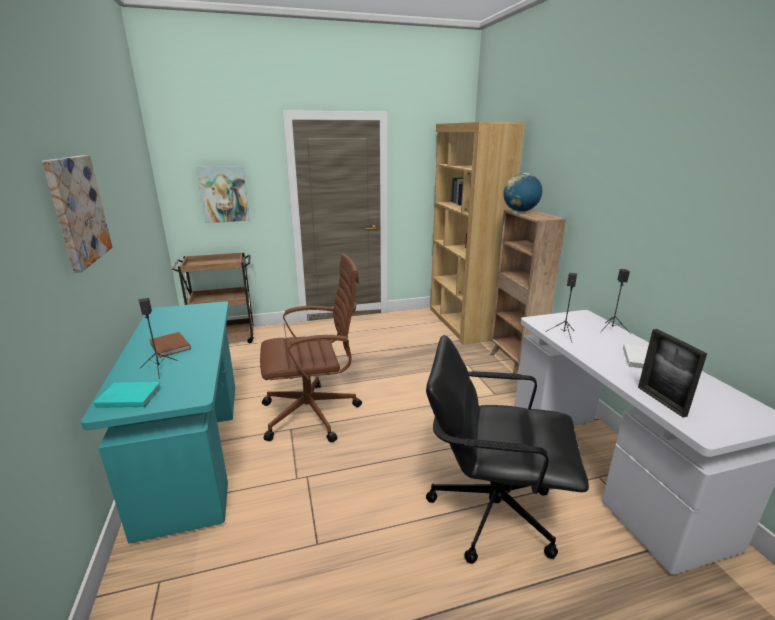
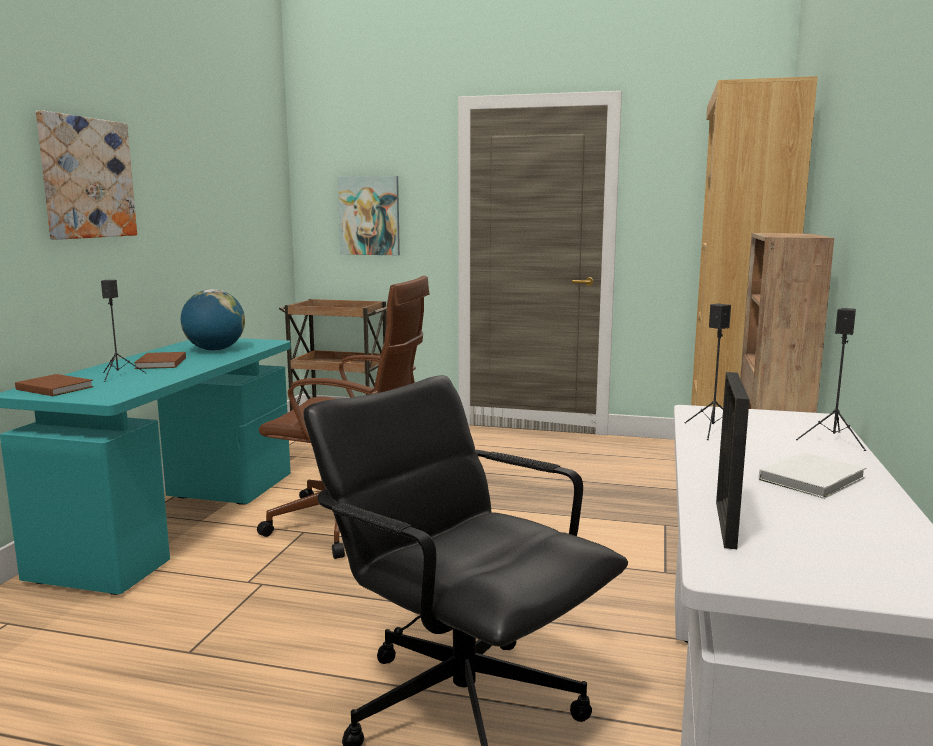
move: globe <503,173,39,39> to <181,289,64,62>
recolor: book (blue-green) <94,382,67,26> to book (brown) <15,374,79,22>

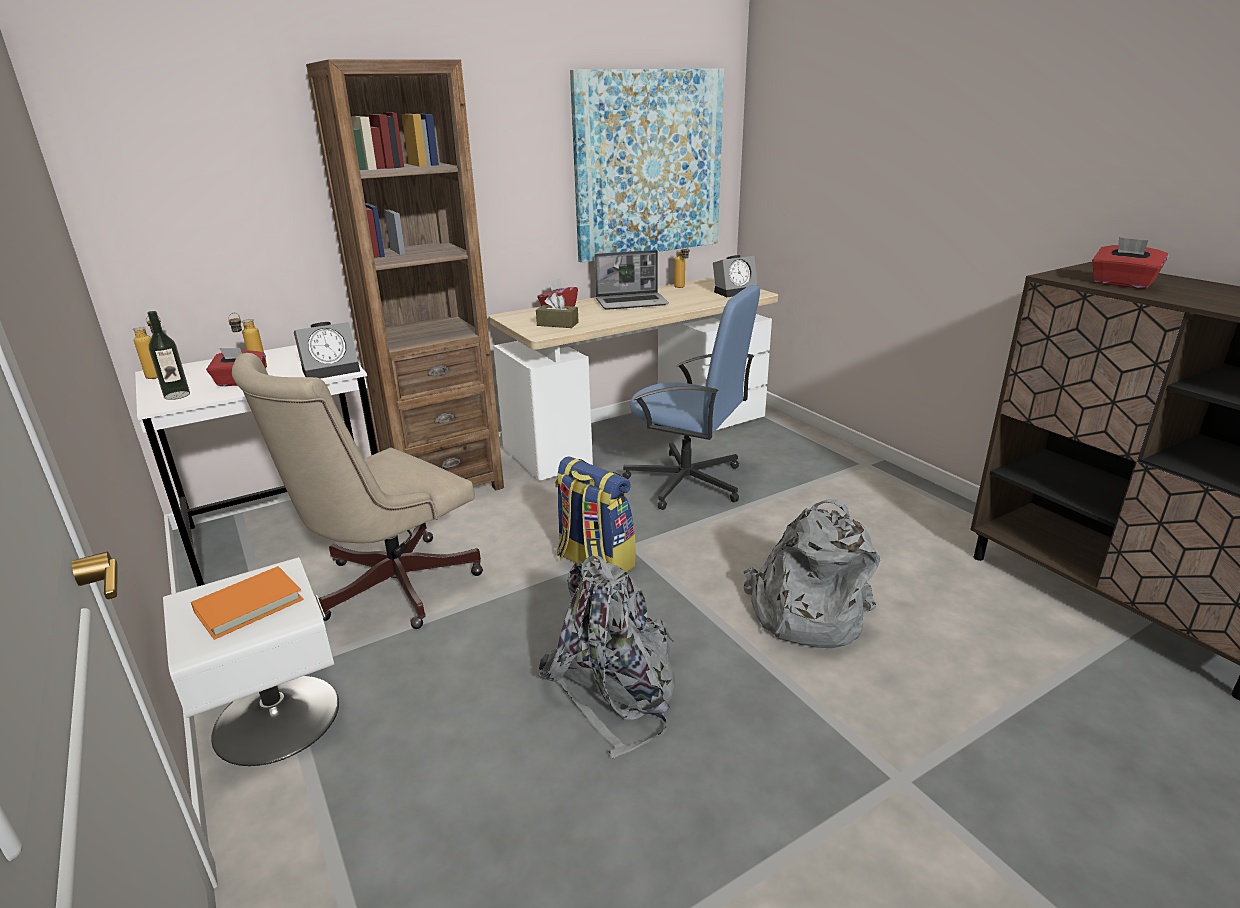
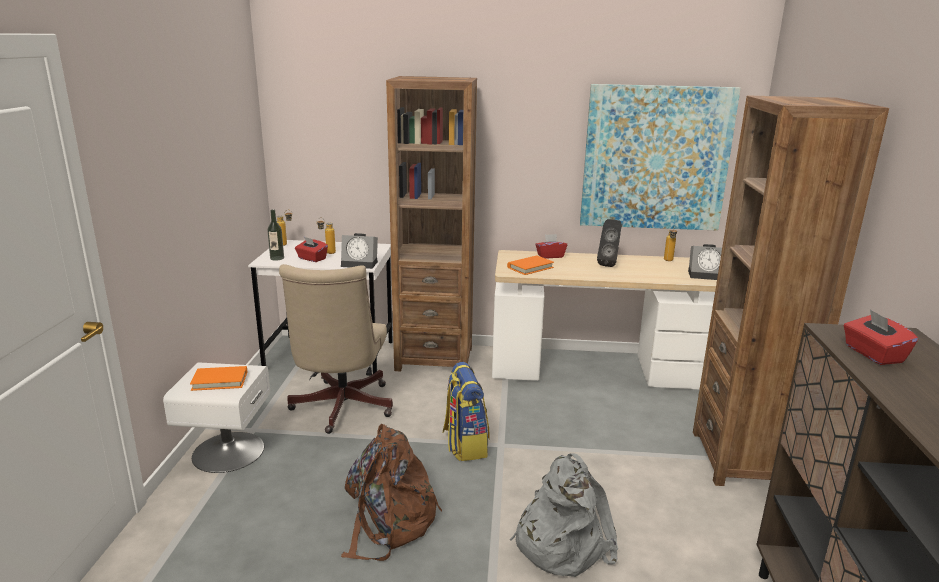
delete: computer chair (blue) <622,285,138,225>
insert: bookshelf (brown) <693,95,196,391>
replace: portable computer <594,250,75,60> to speaker (black) <597,219,25,48>; tissue holder (brown) <536,293,43,35> to book (orange) <507,256,47,19>
recolor: rucksack (grey) <538,556,137,203> to rucksack (brown) <341,424,101,137>
rotate: computer chair (beige) <232,353,251,276> = <279,264,114,170> 75 degrees counterclockwise

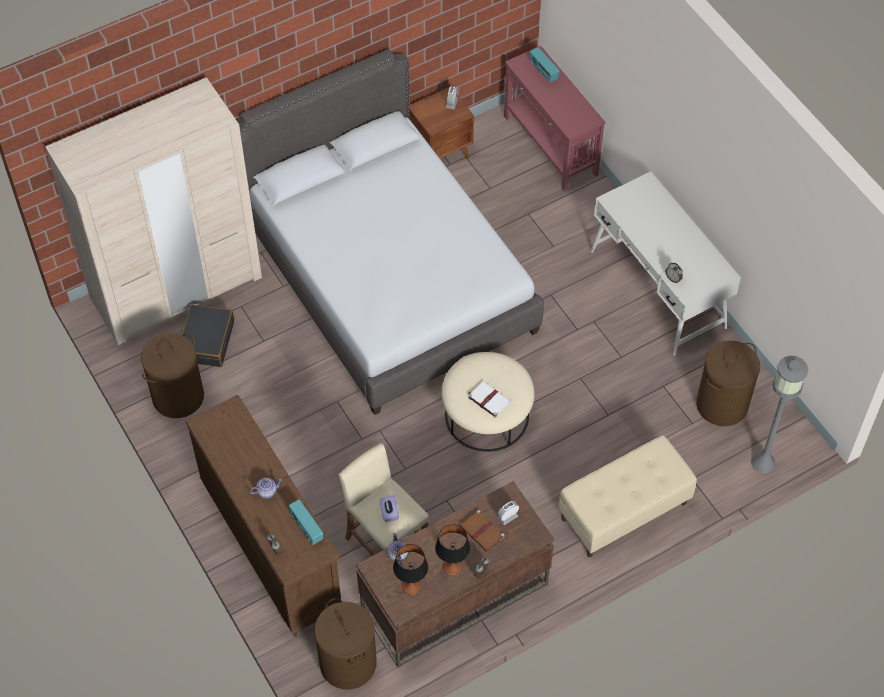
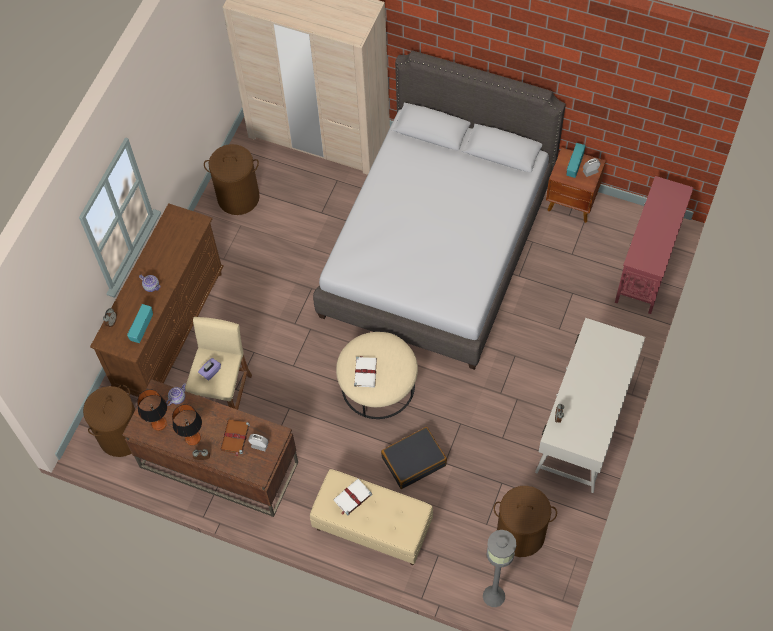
insert: book (whitish) <333,479,39,37>
move: radio <530,47,30,35> to <566,143,19,35>; travel case (black) <181,305,53,62> to <381,427,66,62>

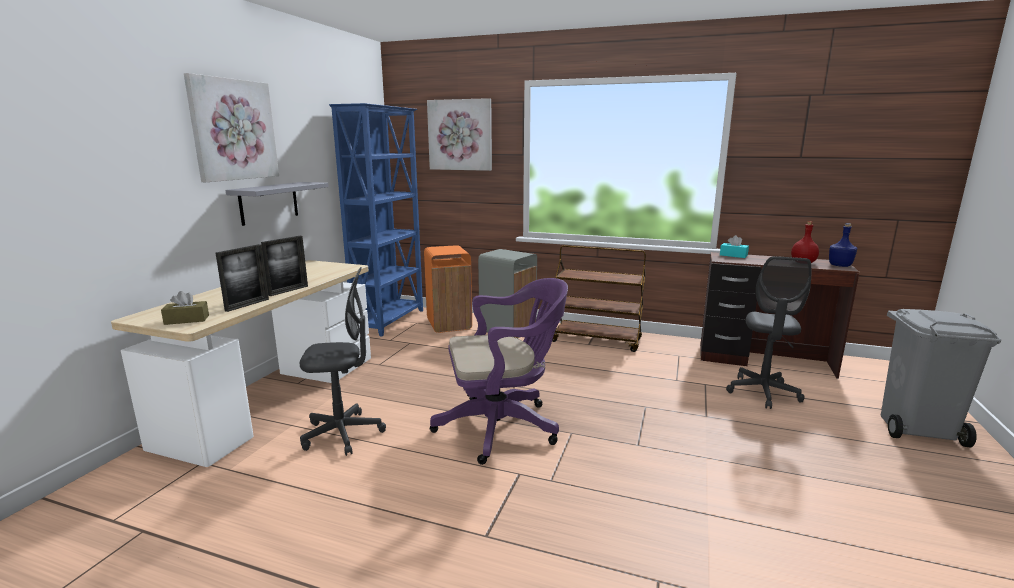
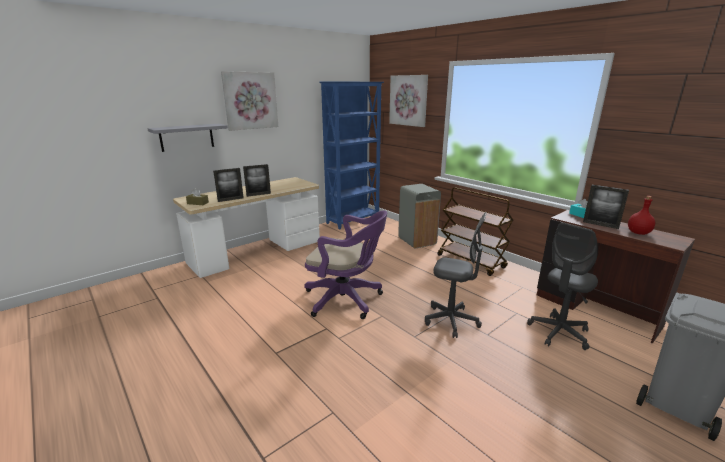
delete: bottle (blue) <829,223,28,44>; trash can (orange) <424,245,48,88>
insert: photo frame <583,185,46,44>
move: bracket shelf (grey) <226,182,103,44> to <147,124,81,28>; computer chair (grey) <300,267,86,189> to <425,212,62,126>

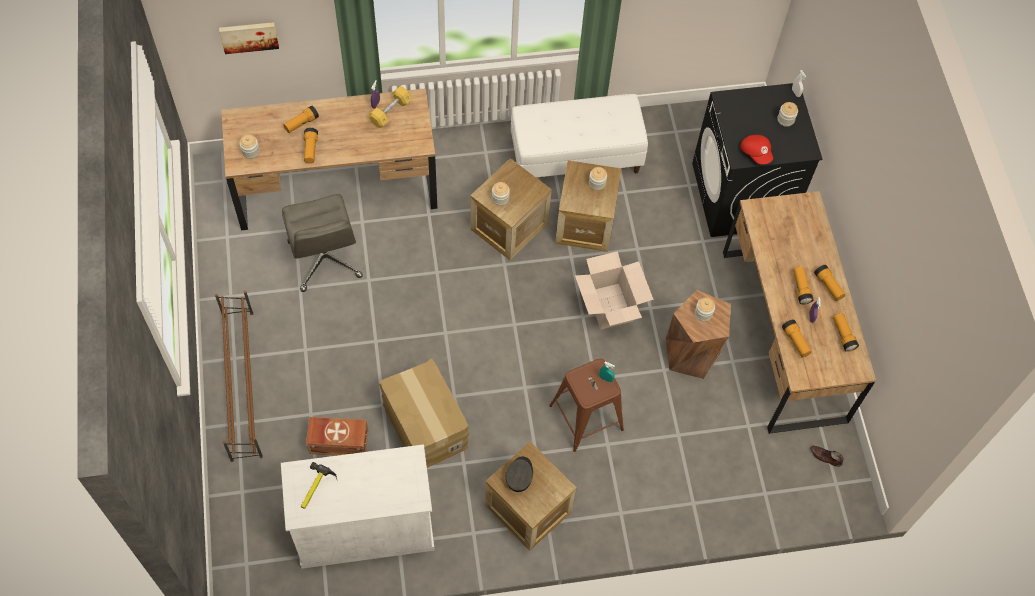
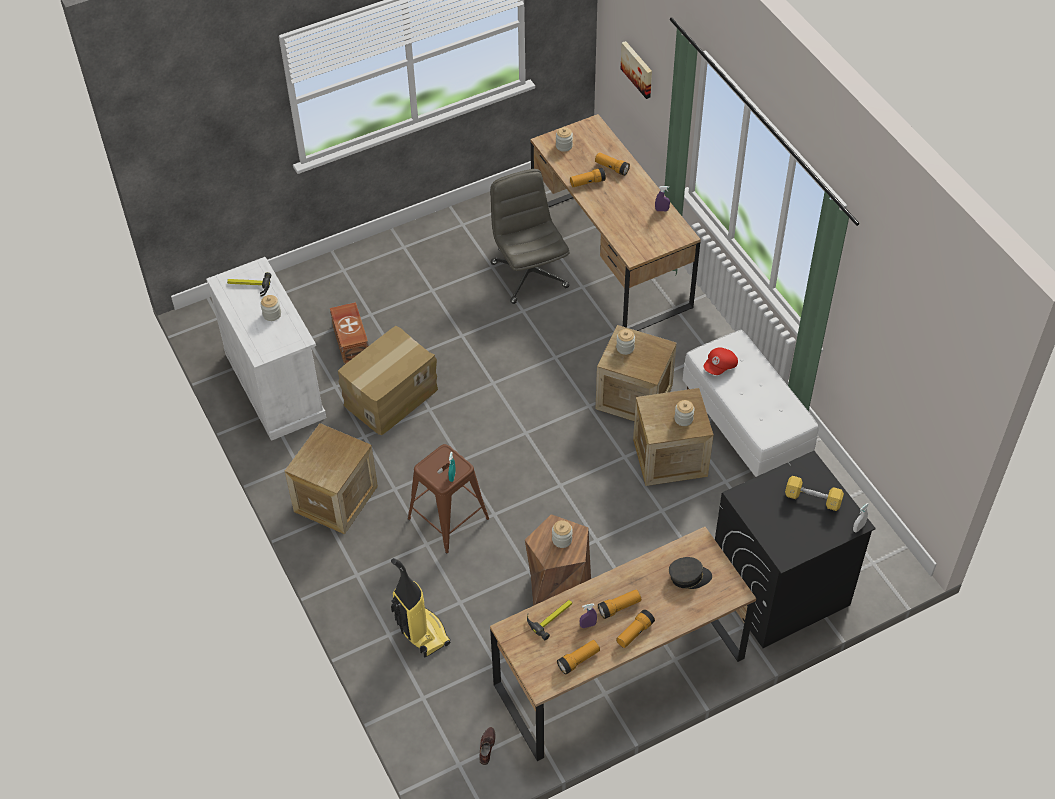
delete: cardboard box <575,251,79,78>; shoe stand (brown) <215,291,48,171>
insert: vacuum cleaner <391,558,59,100>
move: dumbbell (yellowish) <369,86,43,42> to <785,476,59,35>; preserve jar <777,102,21,25> to <260,295,21,26>; peaked cap (red-coloured) <740,135,33,29> to <703,348,35,27>; peaked cap (grey) <506,456,27,36> to <669,557,43,32>
replace: flashlight <782,319,29,39> to hand hammer <527,600,45,40>
rotate: computer chair (grey) <282,194,81,98> = <490,169,80,135> 105 degrees clockwise

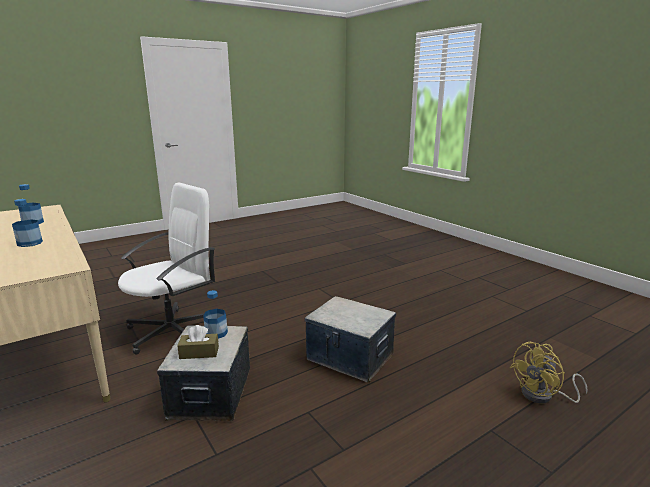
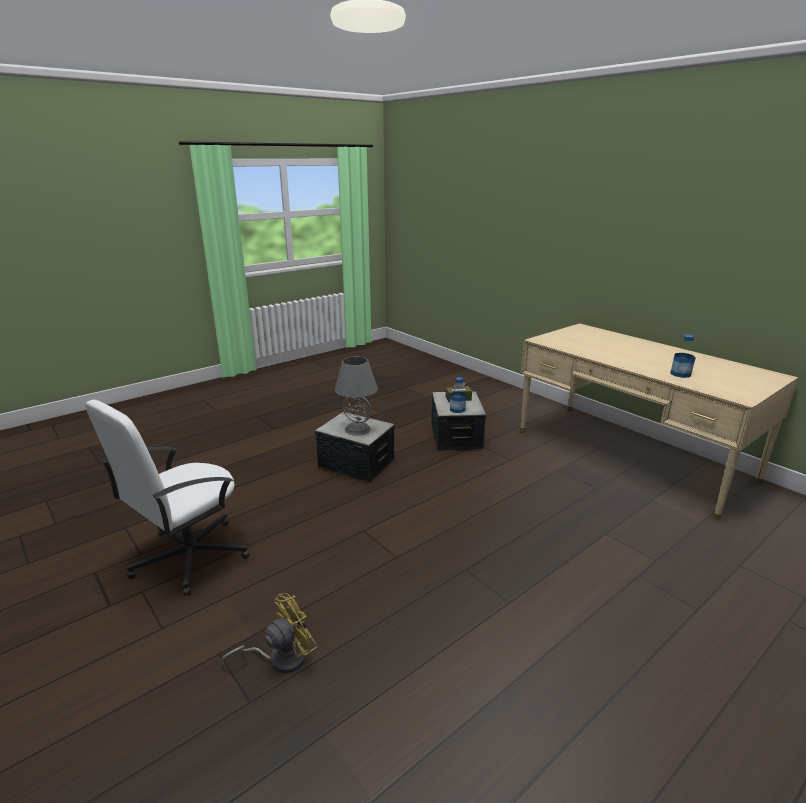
delete: bottle <12,199,31,48>
insert: lamp for a table (grey) <334,357,44,79>
move: computer chair (whitish) <118,183,97,172> to <85,400,164,196>; fan (yellowish) <510,342,78,61> to <220,593,98,80>

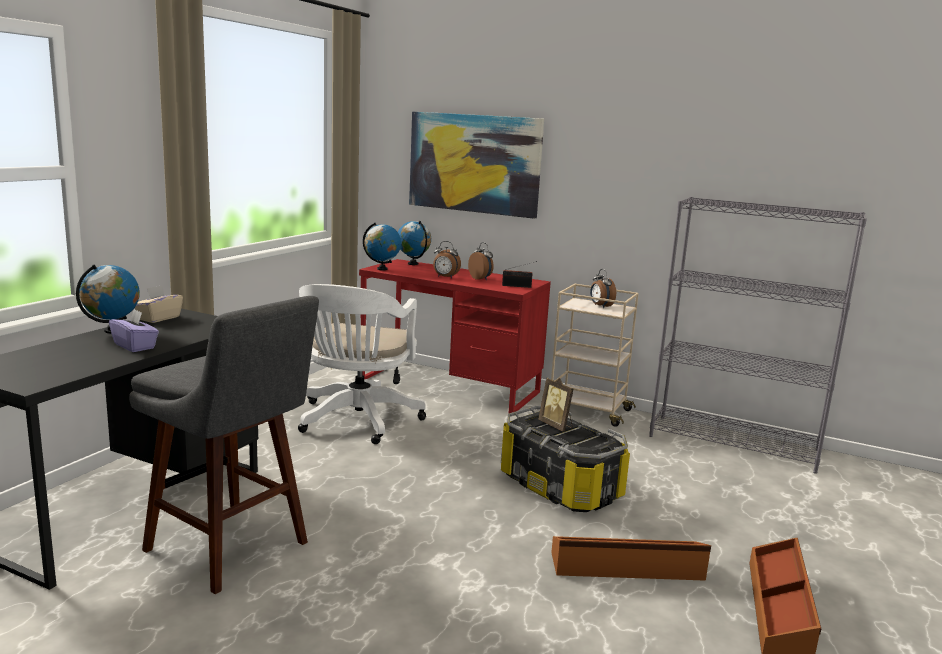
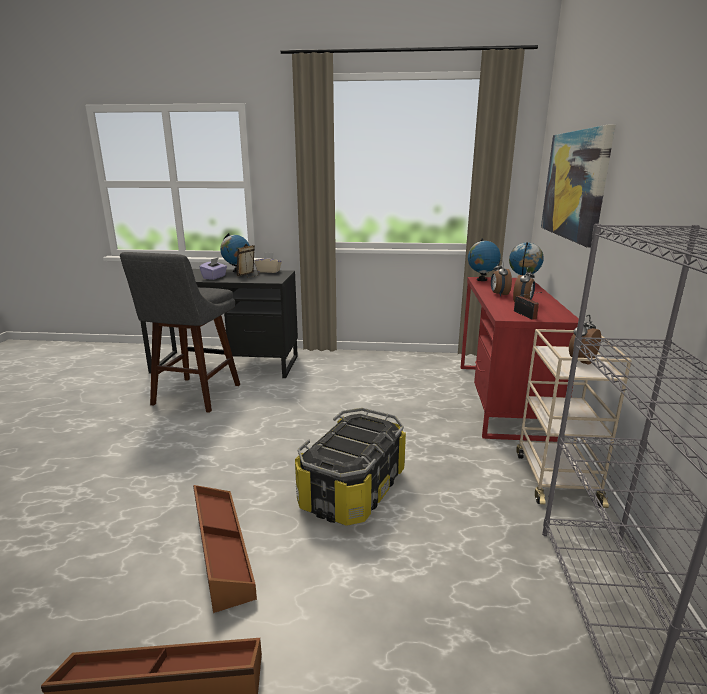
delete: computer chair (whitish) <298,284,128,160>
move: photo frame <538,378,36,53> to <237,244,22,34>

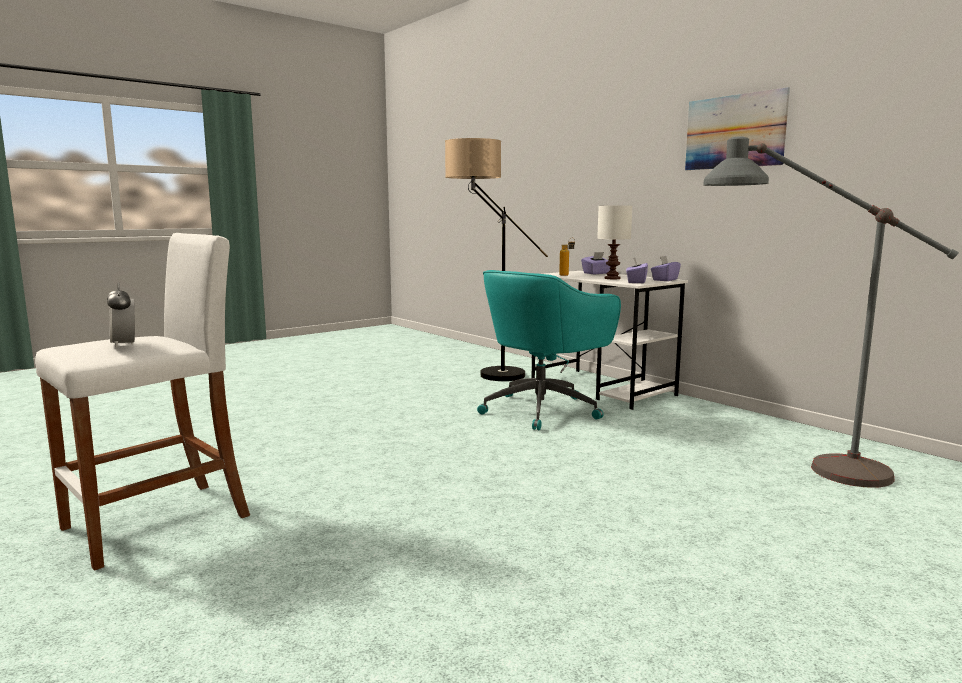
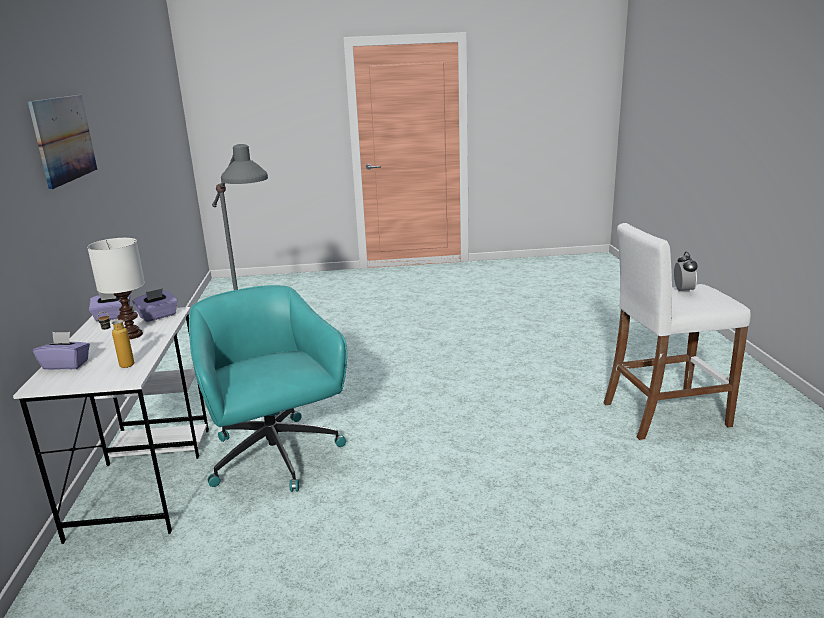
delete: floor lamp <445,138,103,243>
rotate: computer chair (blue-green) <477,270,144,160> = <189,285,158,207> 105 degrees counterclockwise

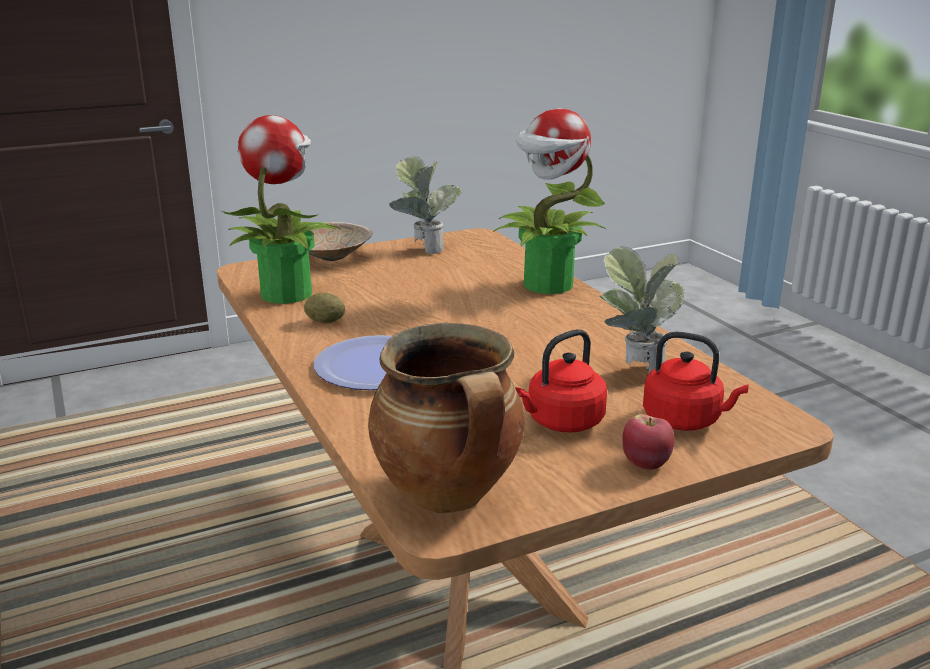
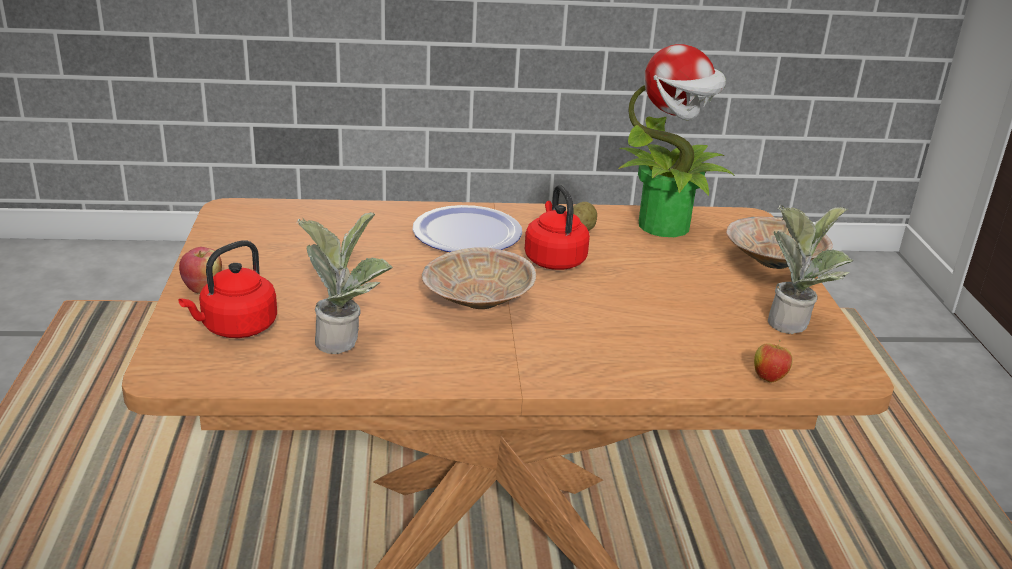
delete: plant in a pot <493,108,113,186>; cooking pot <368,323,157,190>
insert: bowl (beige) <422,247,114,62>; apple fruit <754,340,39,43>
move: tea kettle (red-coloured) <516,329,91,104> to <525,185,65,85>

